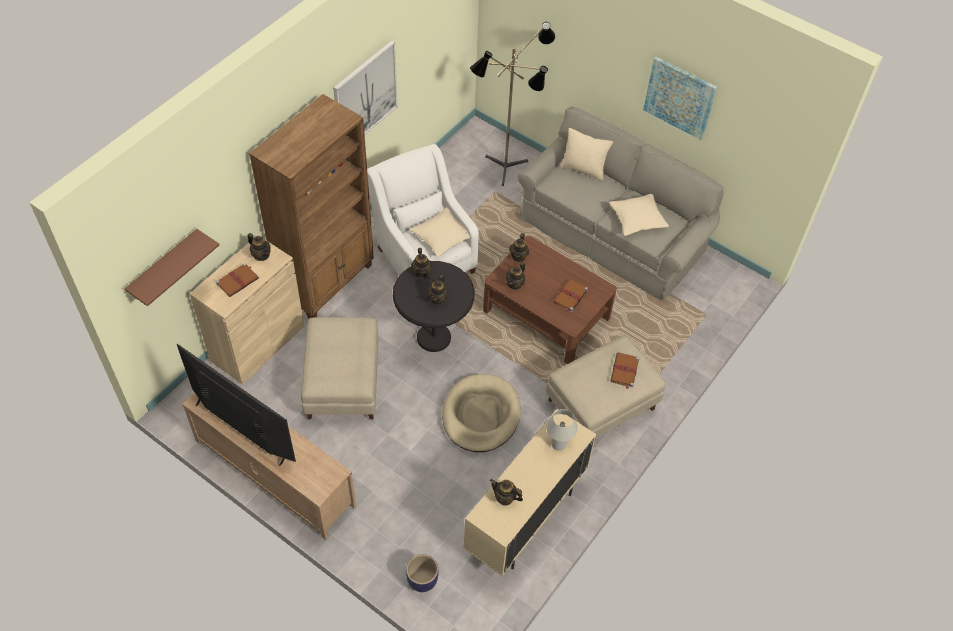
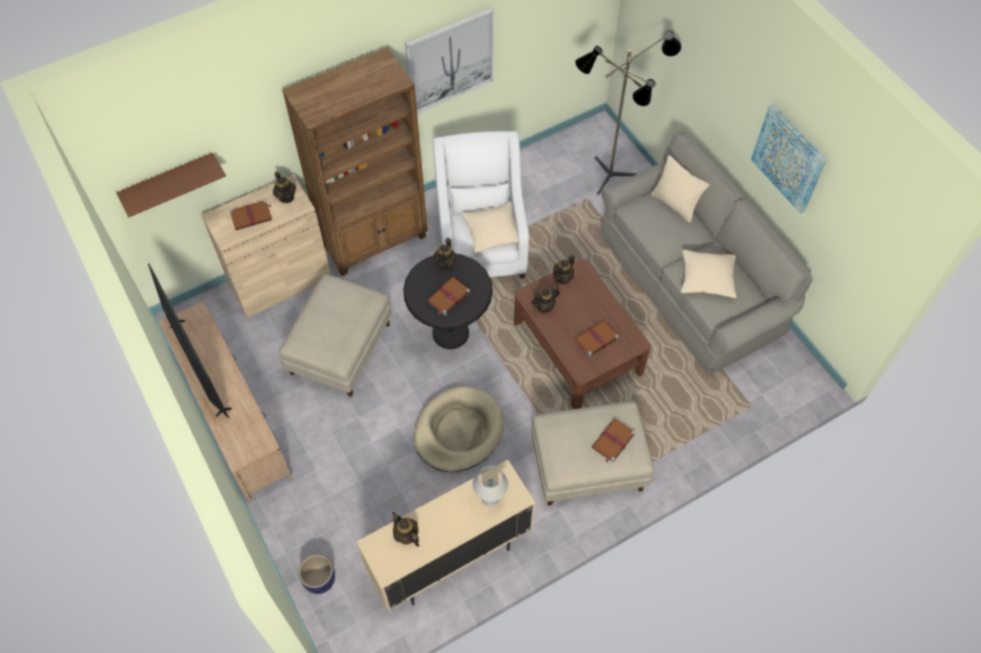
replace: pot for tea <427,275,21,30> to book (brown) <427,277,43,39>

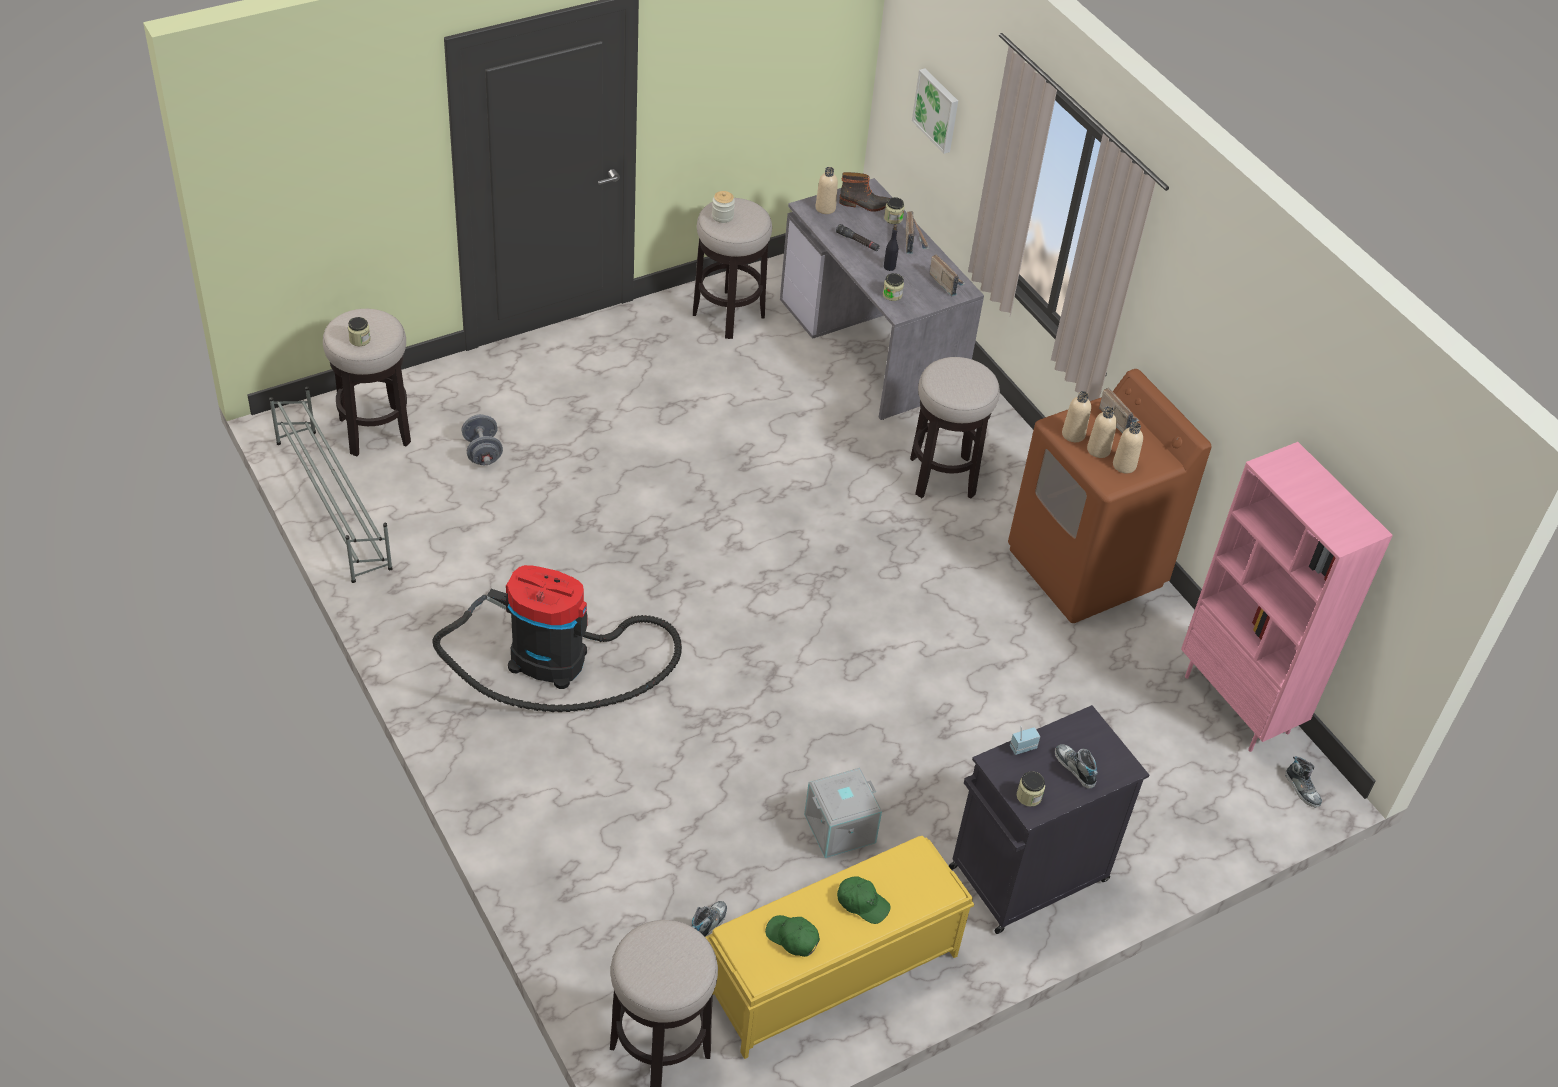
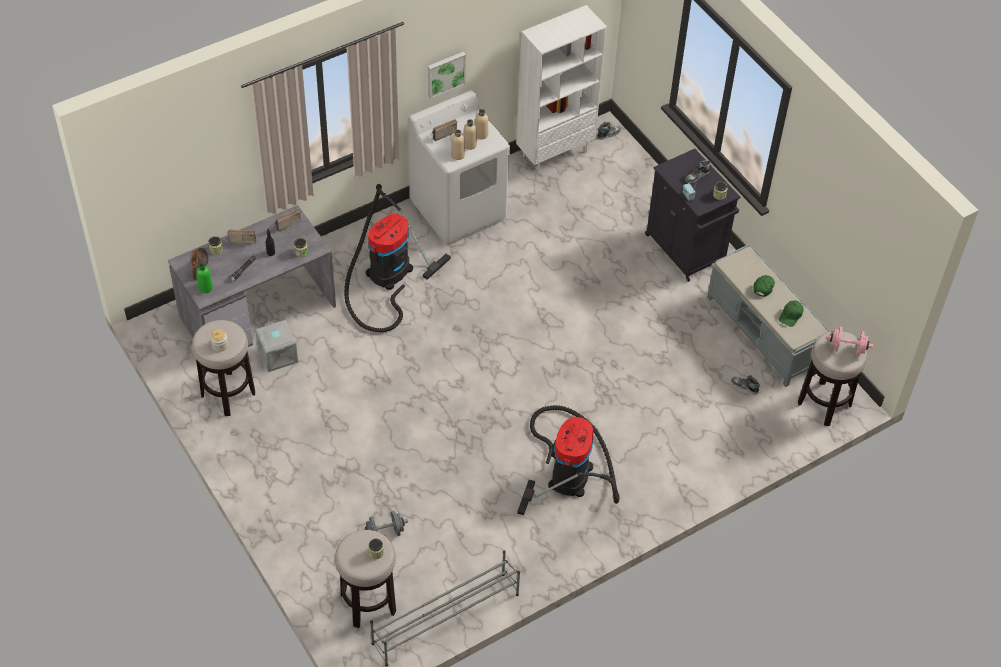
insert: dumbbell (pink-coloured) <826,327,47,29>
move: wall art <912,68,46,86> to <428,52,38,47>; storage box (grey) <804,768,78,90> to <255,320,43,52>
replace: stool <910,357,90,142> to vacuum cleaner <344,184,107,149>
recolor: bottle (beige) <815,167,23,47> to bottle (green) <196,263,17,30>; laundry appliance (brown) <1008,369,204,254> to laundry appliance (whitish) <409,90,101,156>; bookshelf (pink-coloured) <1181,442,212,310> to bookshelf (whitish) <516,5,91,169>; bench (yellowish) <705,836,269,223> to bench (grey) <707,244,123,143>

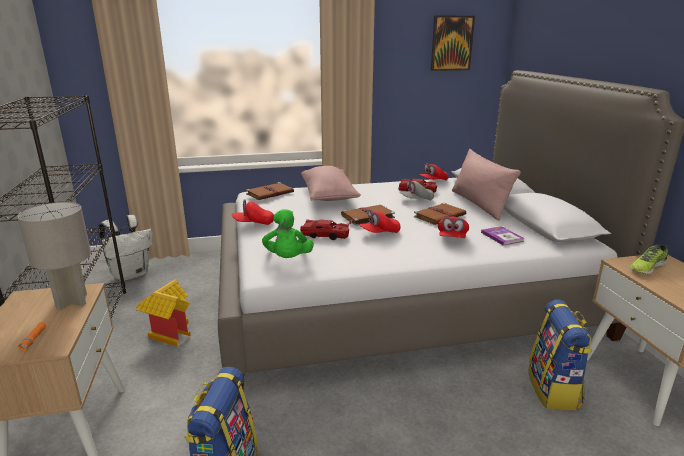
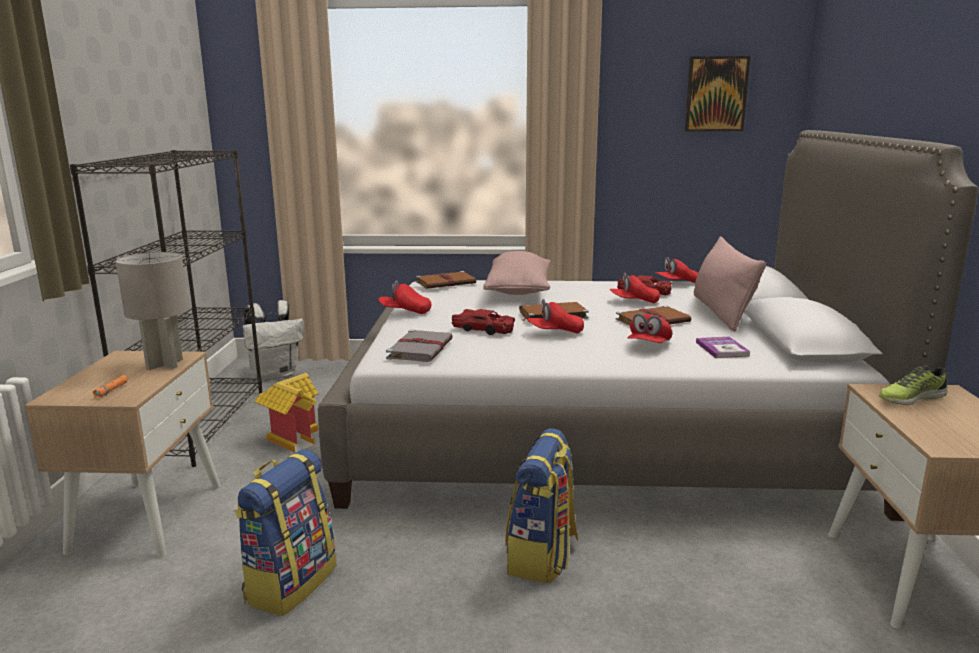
move: rucksack <528,300,64,110> to <505,428,73,156>
replace: cuddly toy (green) <262,209,52,49> to book (grey) <386,329,67,33>
recolor: peaked cap (grey) <399,179,35,21> to peaked cap (red-coloured) <610,273,50,30>

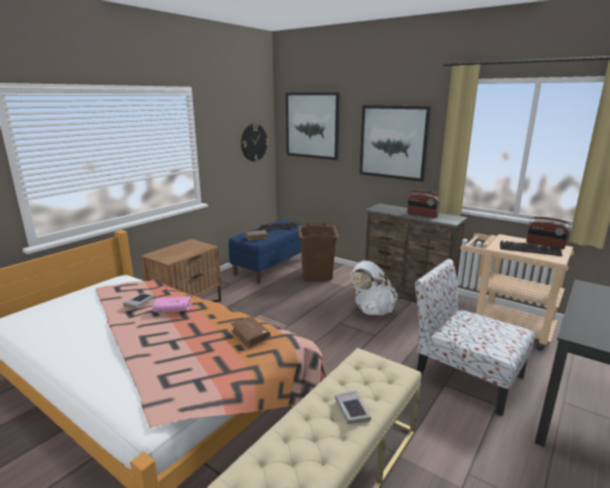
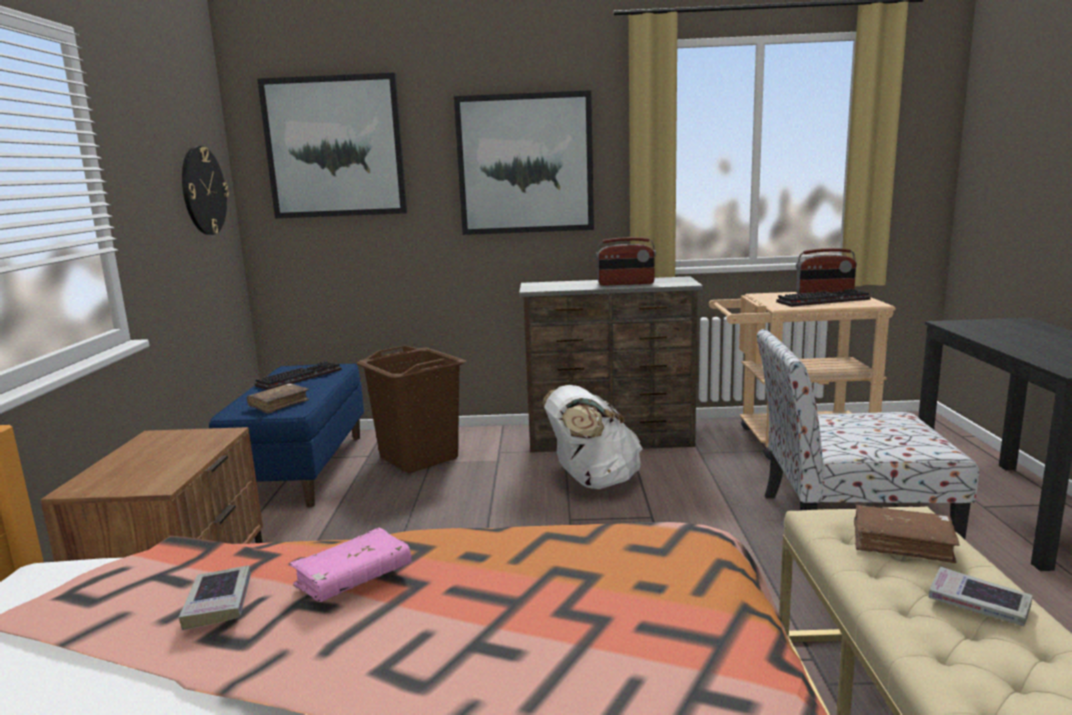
move: book (brown) <231,316,40,33> to <854,505,106,58>

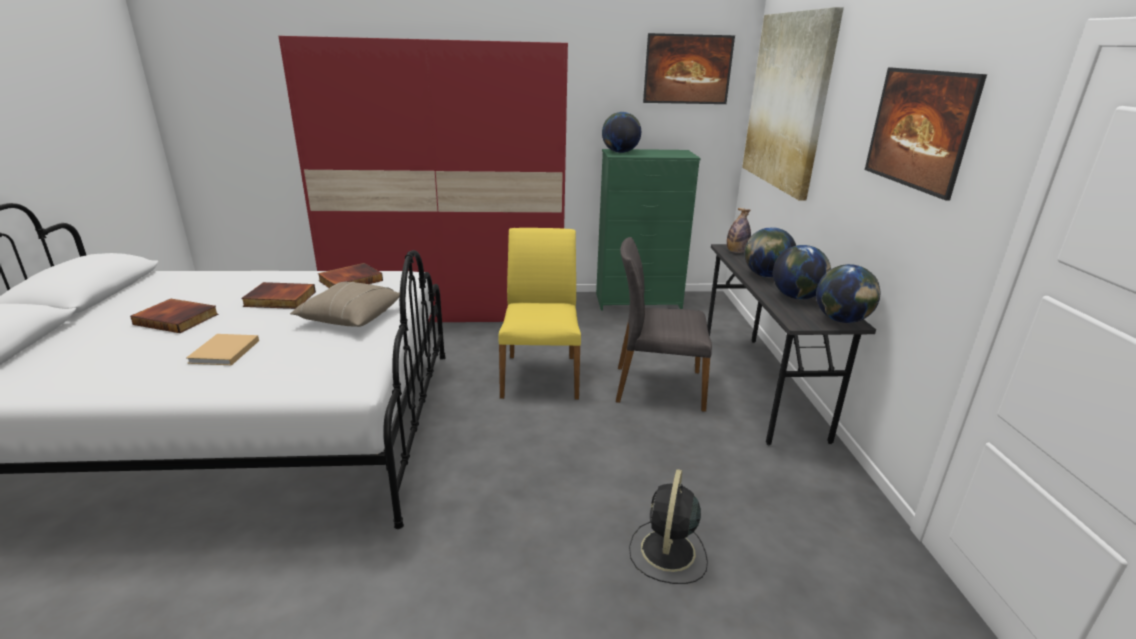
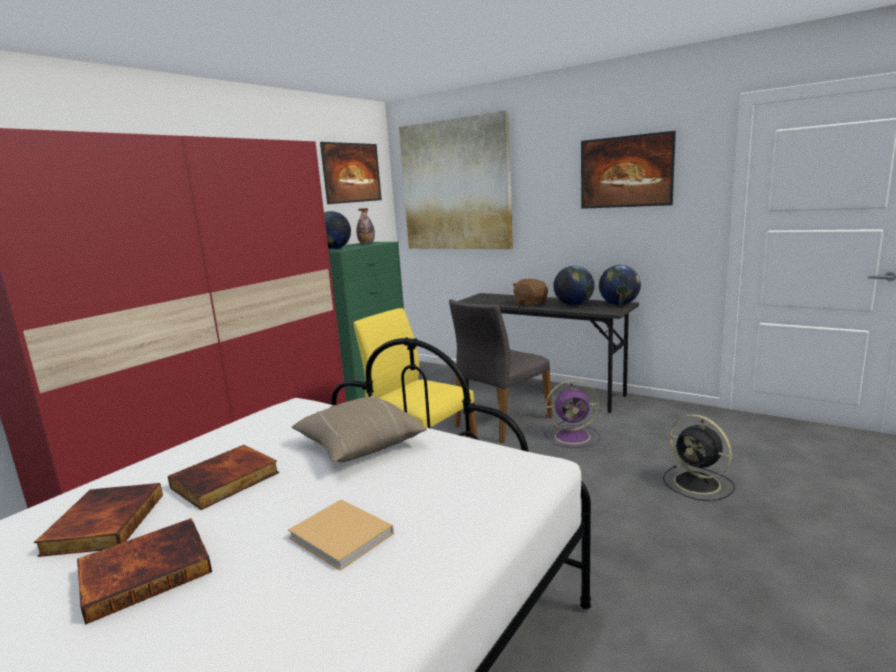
insert: fan (purple) <544,380,56,68>
move: bottle <727,208,24,45> to <357,208,18,36>; book <318,263,65,25> to <34,483,129,74>
replace: globe <744,227,52,50> to cuddly toy (brown) <513,279,35,27>

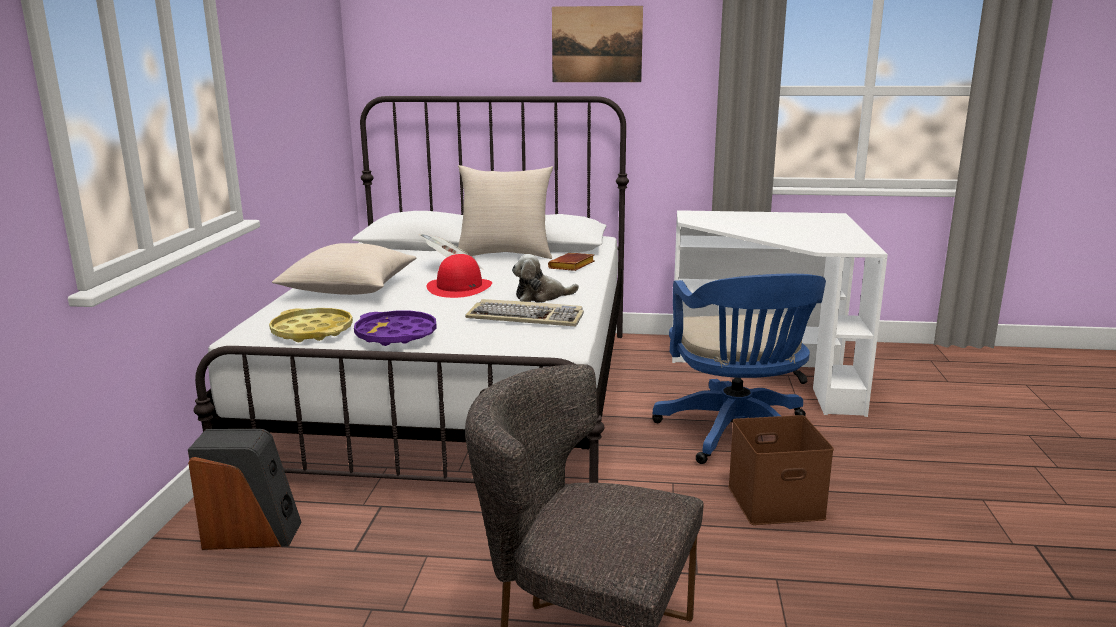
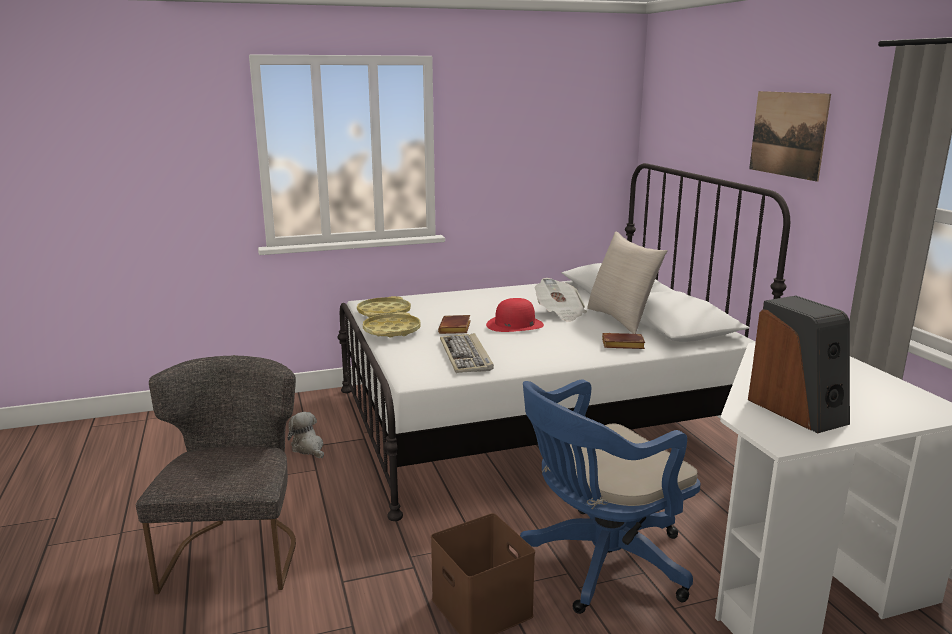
delete: pillow (beige) <272,243,144,52>
insert: book (brown) <438,315,33,19>
move: cuddly toy <512,254,67,48> to <287,412,37,46>; speaker <188,429,113,121> to <748,295,102,138>
recolor: tray (purple) <354,311,83,35> to tray (yellowish) <363,312,57,26>

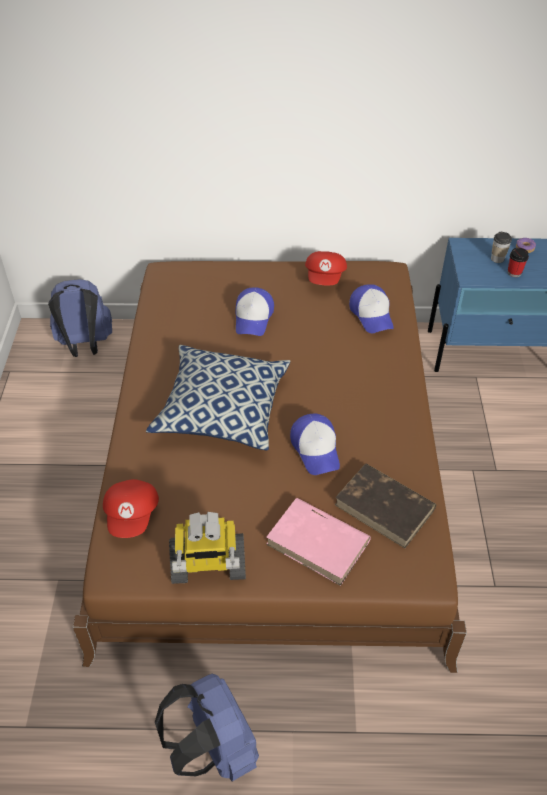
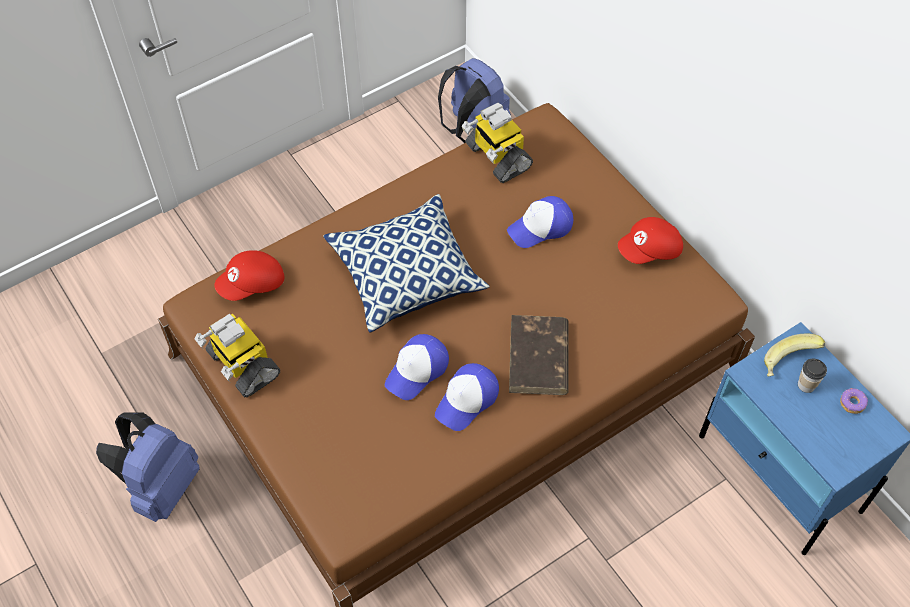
delete: drinking cup <507,248,22,29>; book (pink-coloured) <266,498,105,88>
insert: robot figure <462,103,71,80>; whole banana <764,334,61,42>
move: peaked cap <349,284,45,49> to <435,363,64,68>; book (brown) <335,464,102,84> to <509,315,59,80>

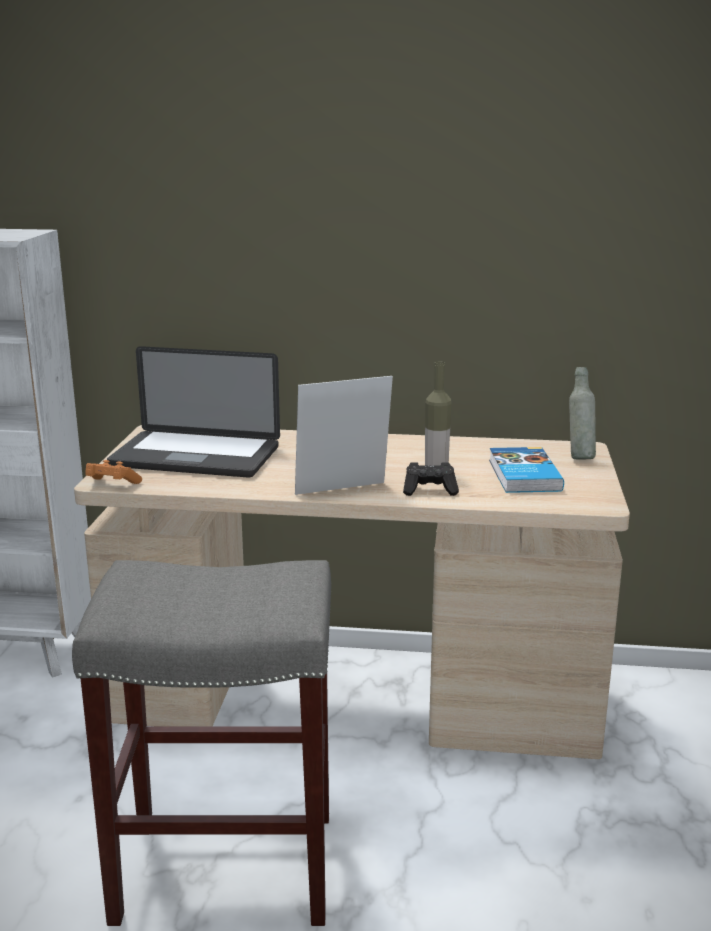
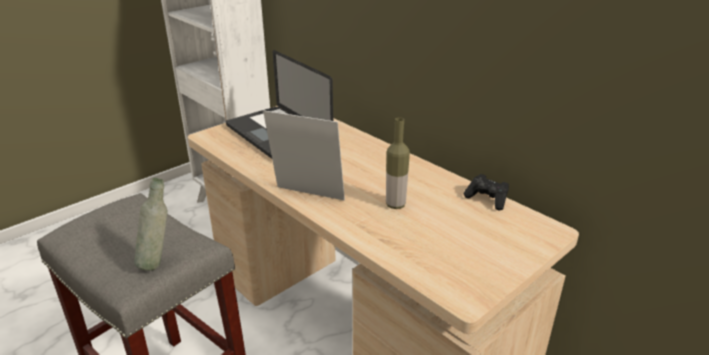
delete: book <489,447,75,46>; gamepad (orange) <86,460,56,24>
move: bottle (grey) <569,367,27,92> to <135,178,32,92>; gamepad (black) <403,462,56,34> to <464,174,45,36>

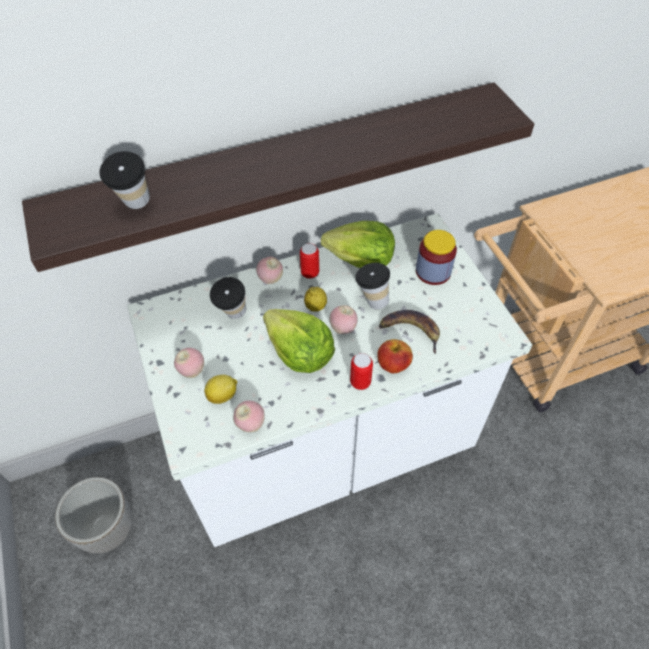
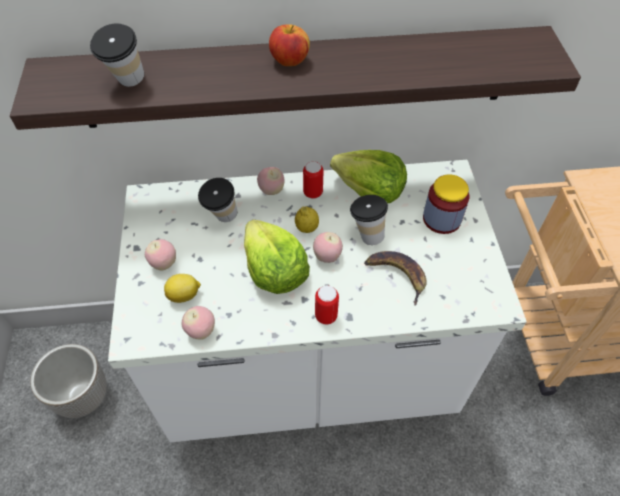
move: apple fruit <377,339,36,34> to <269,24,41,42>

